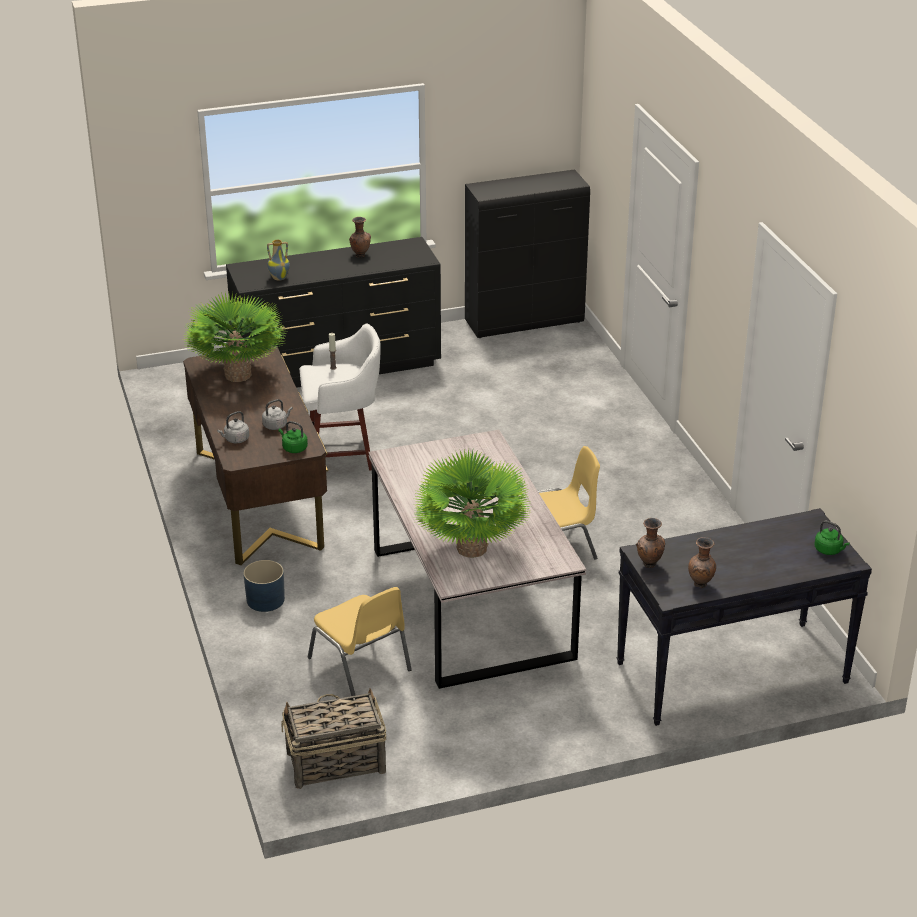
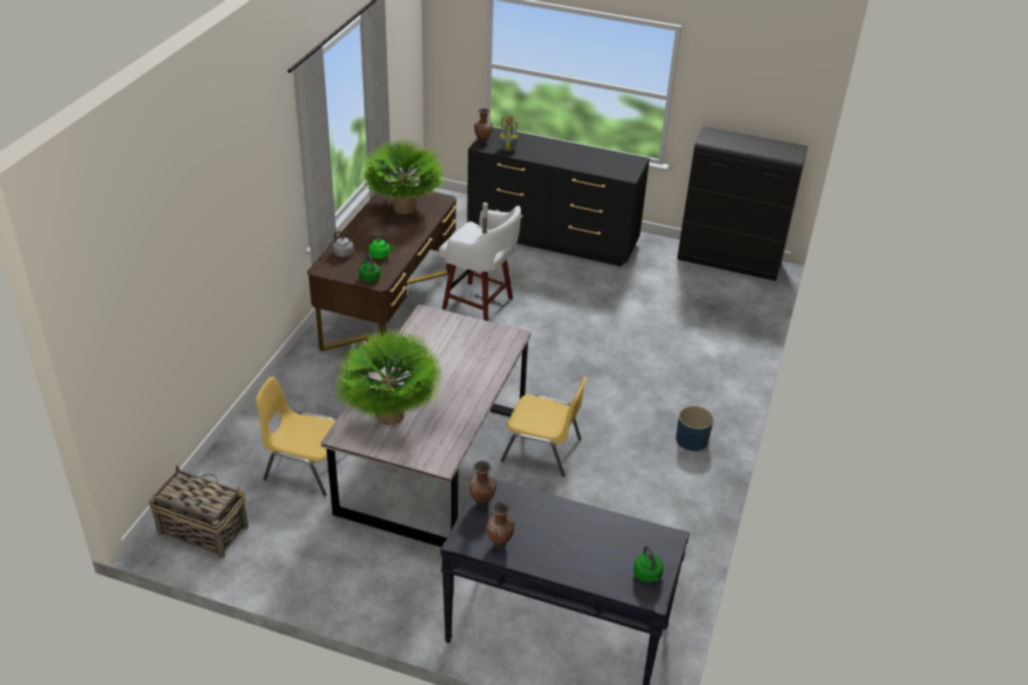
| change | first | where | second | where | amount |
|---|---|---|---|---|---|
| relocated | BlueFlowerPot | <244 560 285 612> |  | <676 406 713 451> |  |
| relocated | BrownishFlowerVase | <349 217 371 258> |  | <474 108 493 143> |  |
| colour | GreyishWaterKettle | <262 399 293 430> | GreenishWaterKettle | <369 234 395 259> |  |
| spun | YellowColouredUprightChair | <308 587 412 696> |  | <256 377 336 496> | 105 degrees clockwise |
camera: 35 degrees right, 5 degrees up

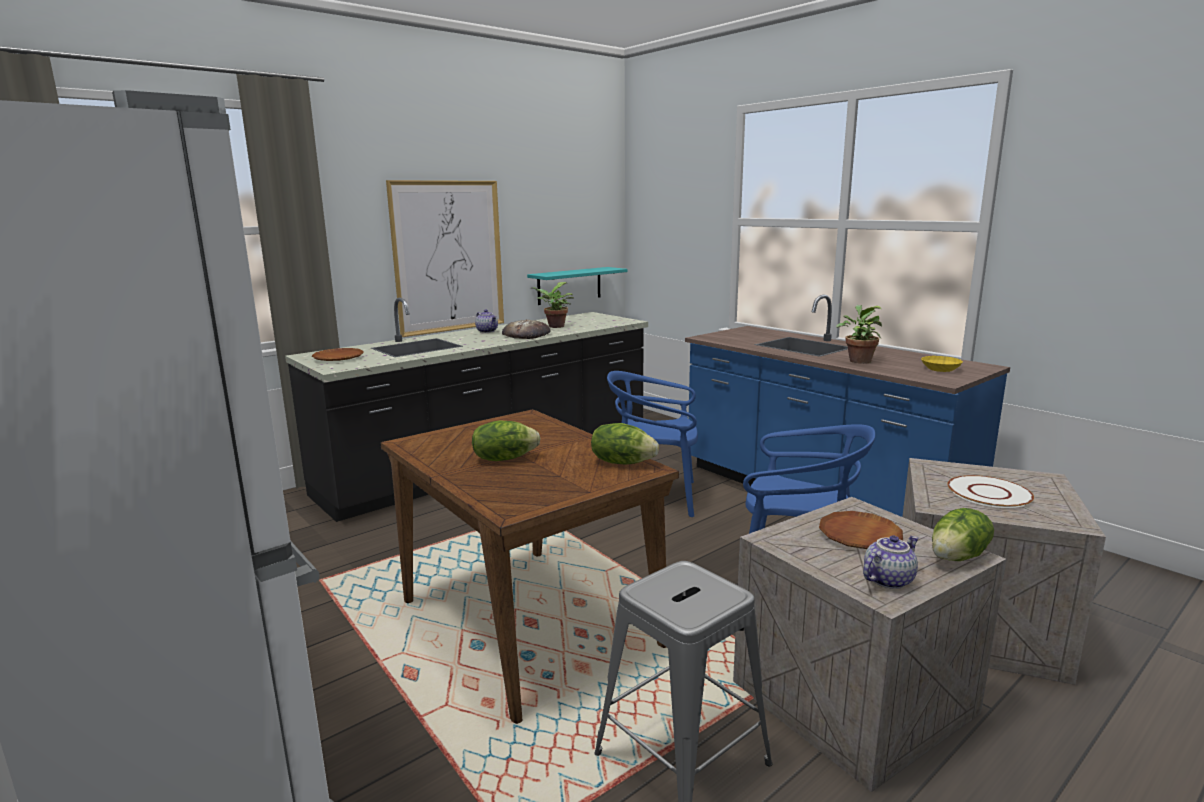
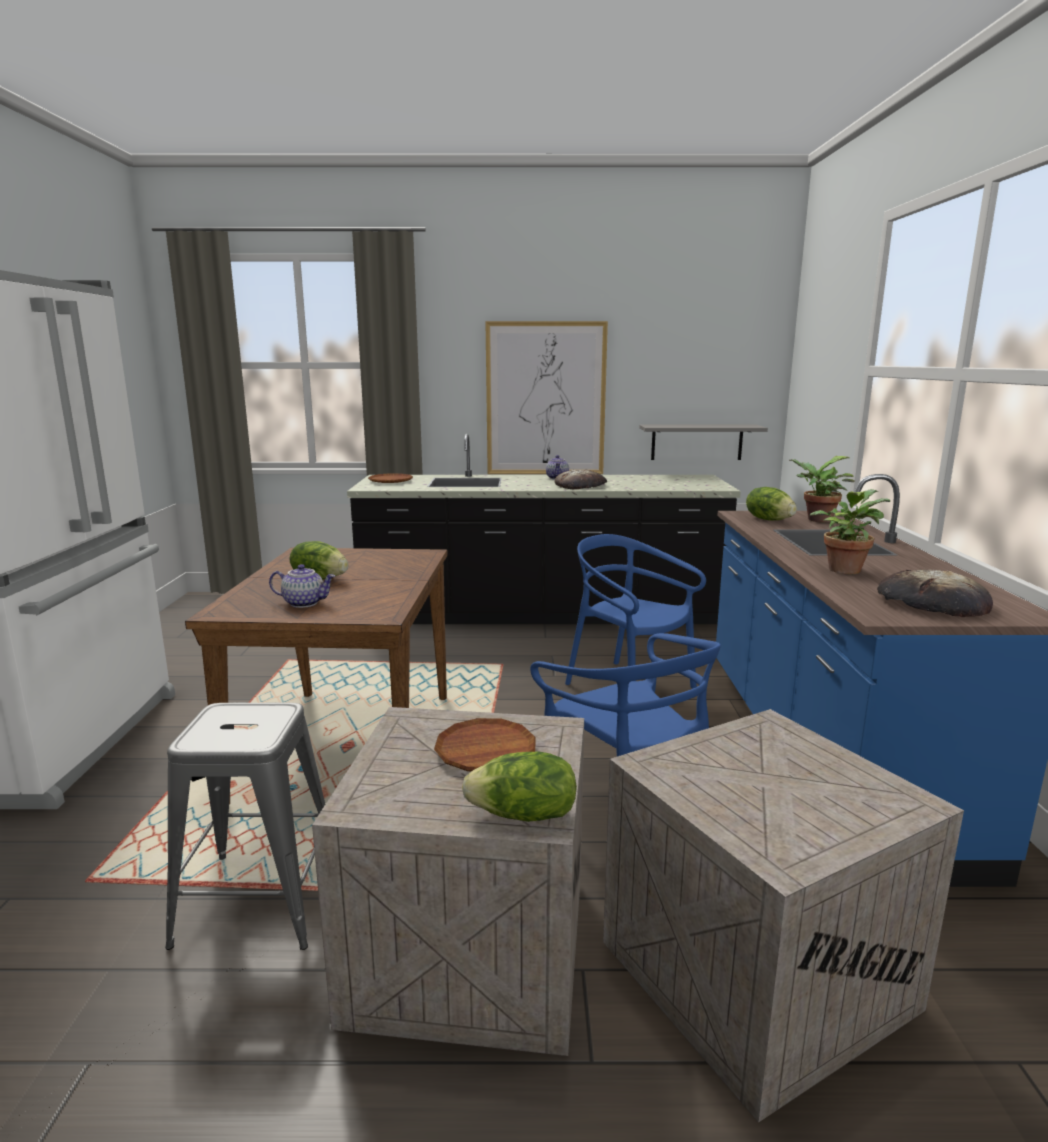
| change | first | where | second | where | amount |
|---|---|---|---|---|---|
| missing | WhiteDinnerPlate | <947 475 1034 508> |  |  |  |
| relocated | PlantInAPot | <531 282 574 328> |  | <789 456 855 522> |  |
| relocated | Lettuce | <591 423 659 464> |  | <746 487 797 520> |  |
| relocated | TeaPot | <863 535 918 589> |  | <269 564 335 608> |  |
| exchanged | YellowColouredServingBowl | <921 356 963 372> | Bread | <877 569 993 617> |  |
| colour | TurquoiseWallShelf | <527 267 628 305> | GreyishWallShelf | <640 425 768 460> |  |
camera: 40 degrees right, 0 degrees up

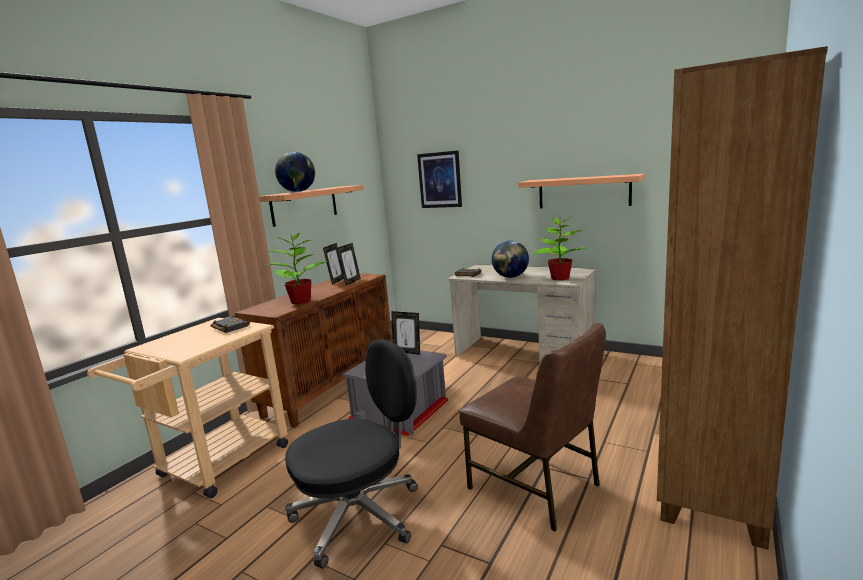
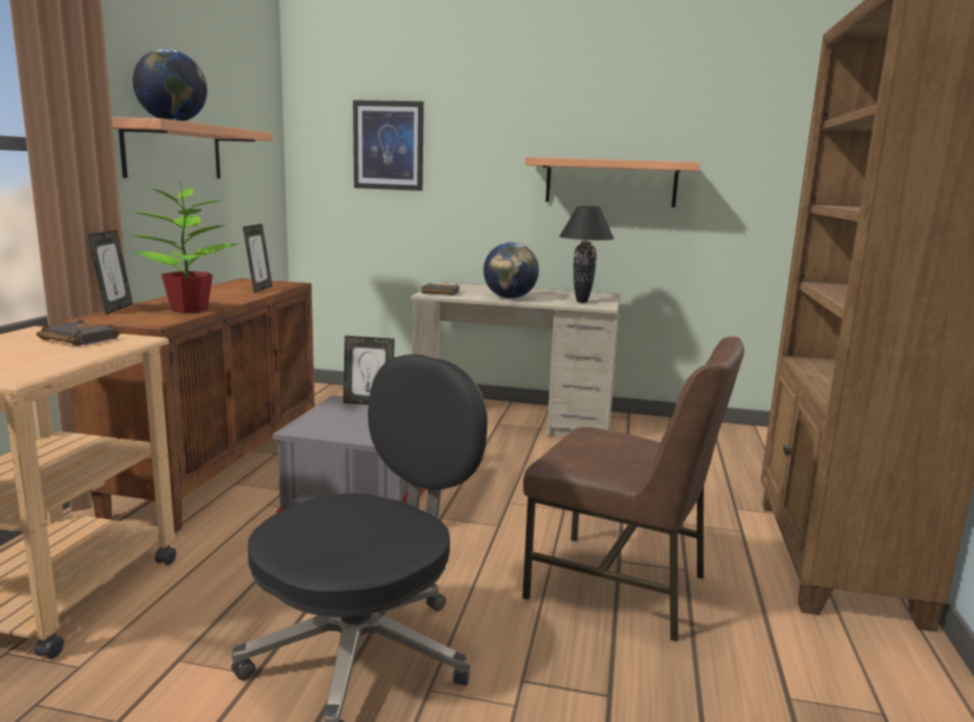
| change | first | where | second | where | amount |
|---|---|---|---|---|---|
| relocated | StandingFrame | <323 243 344 285> |  | <88 230 133 315> |  |
| exchanged | PlantInAPot | <533 217 587 280> | BlackColouredLampForATable | <559 206 614 303> |  |
camera: 20 degrees left, 0 degrees up

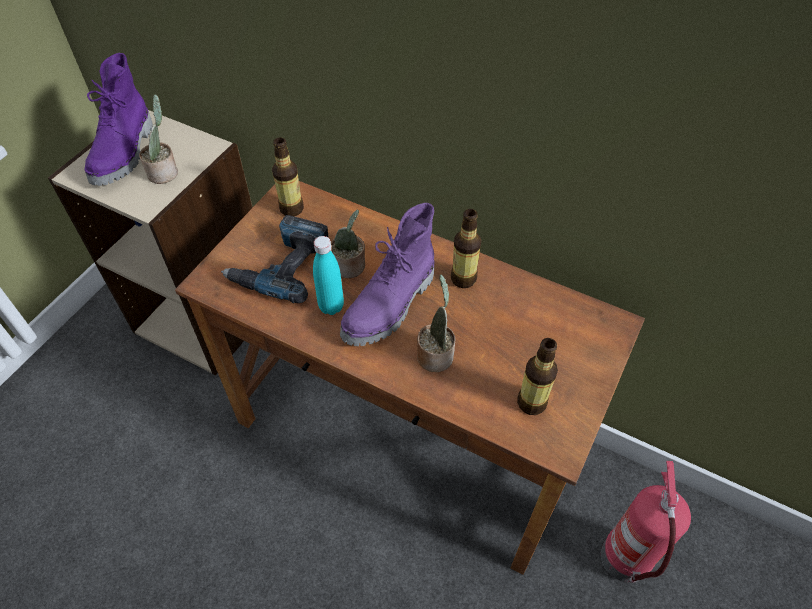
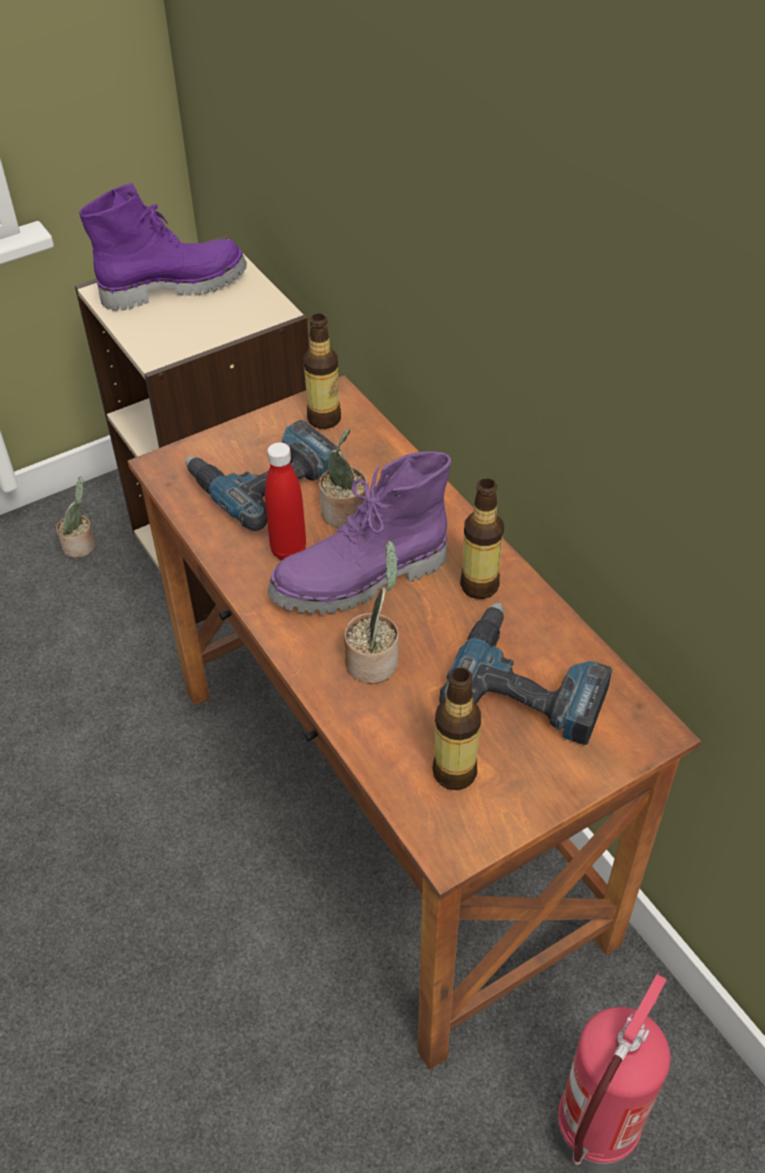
| change | first | where | second | where | amount |
|---|---|---|---|---|---|
| appeared |  |  | ElectricDrill | <439 602 613 745> |  |
| relocated | PlantInAPot | <139 94 178 184> |  | <57 476 95 558> |  |
| colour | TurquoiseBottle | <313 236 344 315> | RedBottle | <265 442 306 561> |  |
| spun | PurpleBoot | <85 53 153 186> |  | <79 183 247 311> | 150 degrees counterclockwise |
camera: 30 degrees right, 5 degrees down

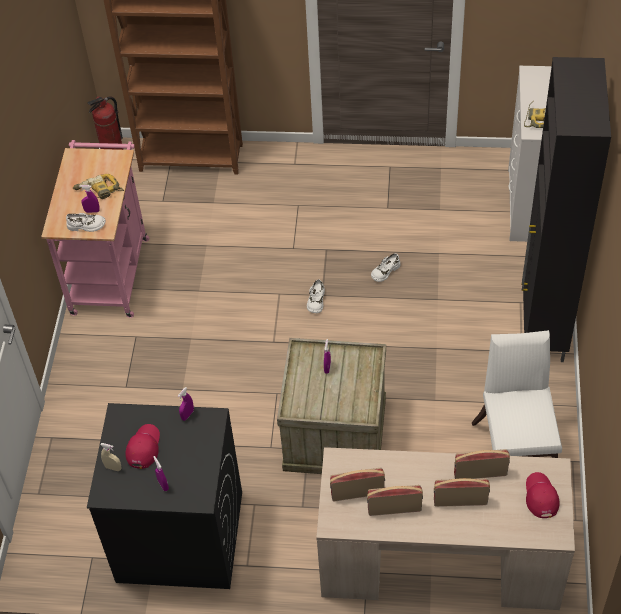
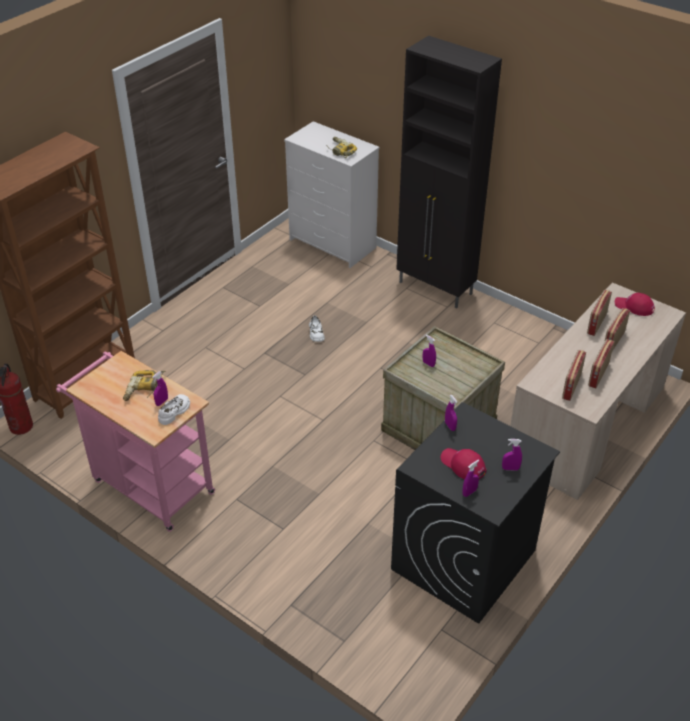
| change | first | where | second | where | amount |
|---|---|---|---|---|---|
| missing | WhiteShoe | <307 279 325 313> |  |  |  |
| missing | WhiteUprightChair | <472 330 562 458> |  |  |  |
| colour | BeigeSprayer | <100 443 121 471> | PurpleSprayer | <462 460 479 497> |  |
camera: 60 degrees left, 10 degrees down

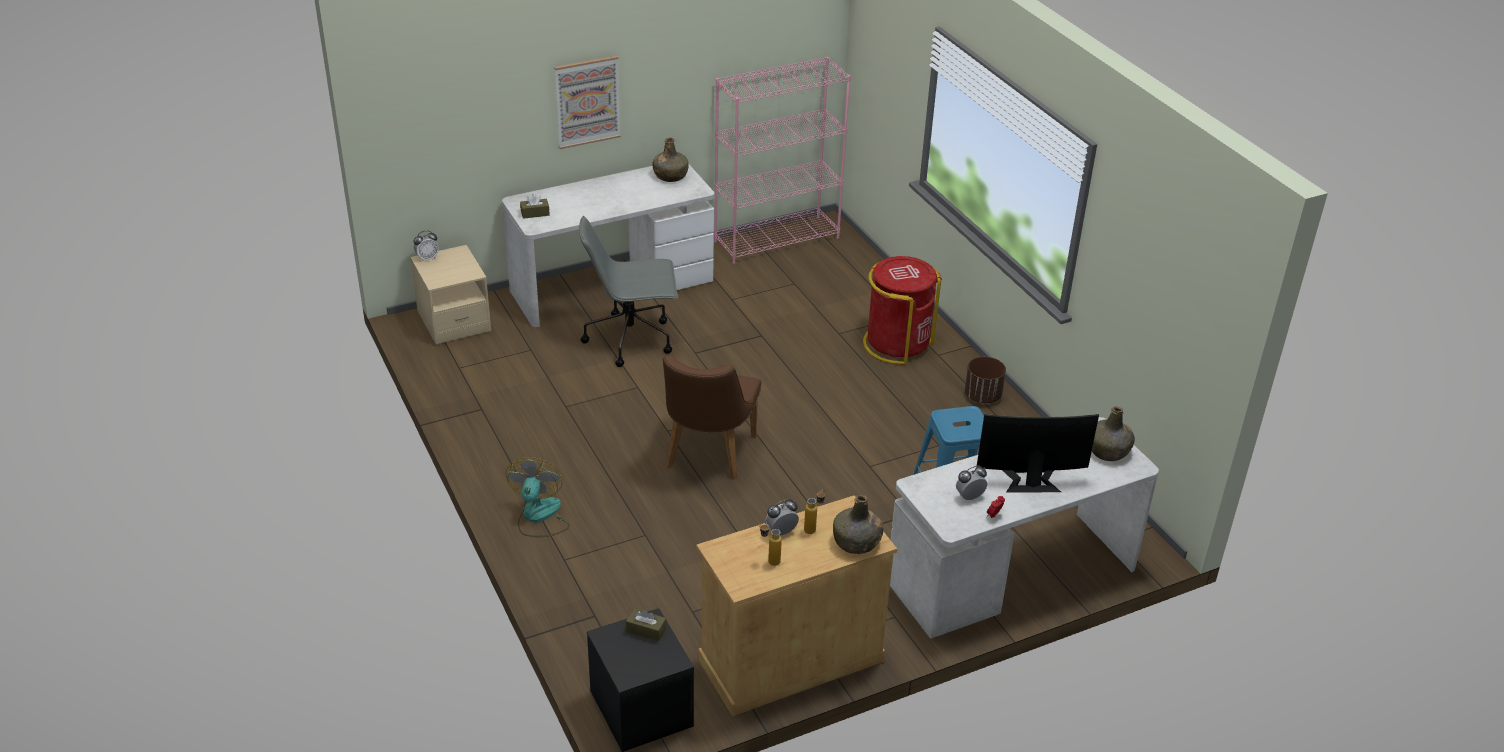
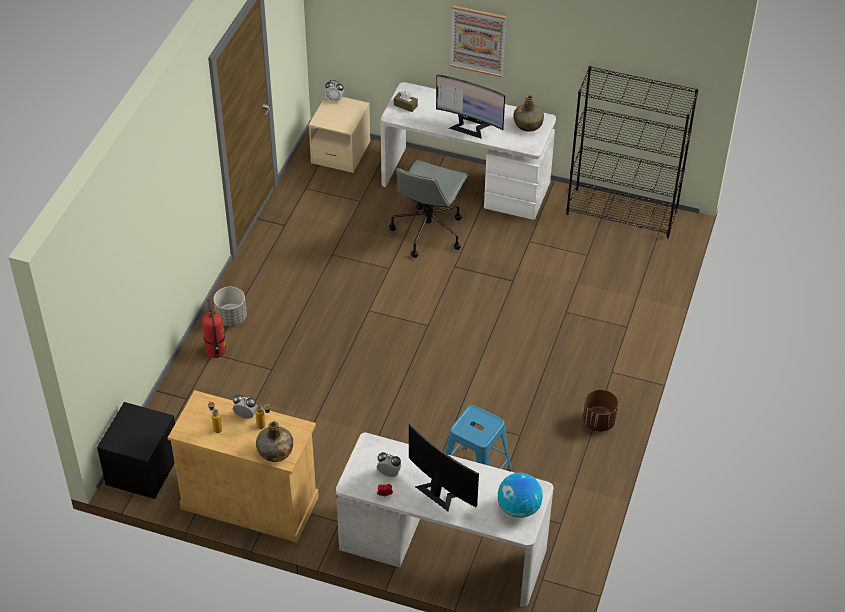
| change | first | where | second | where | amount |
|---|---|---|---|---|---|
| missing | BrownishTissueHolder | <626 609 666 641> |  |  |  |
| missing | BrownishUprightChair | <663 355 761 480> |  |  |  |
| missing | RedRubbishBin | <863 256 942 365> |  |  |  |
| appeared |  |  | FireFightingCylinder | <202 299 226 358> |  |
| appeared |  |  | Monitor | <436 74 505 139> |  |
| exchanged | CoolingFan | <506 457 570 537> | GreyishFlowerPot | <213 287 247 326> |  |
| exchanged | GreenishBottle | <1092 406 1135 461> | Globe | <498 473 543 518> |  |
| colour | PinkColouredBookcase | <714 57 851 264> | BlackColouredBookcase | <566 66 698 238> |  |
| spun | GreyishOfficeChair | <579 216 678 367> |  | <389 160 468 258> | 105 degrees counterclockwise |
camera: 45 degrees right, 10 degrees up

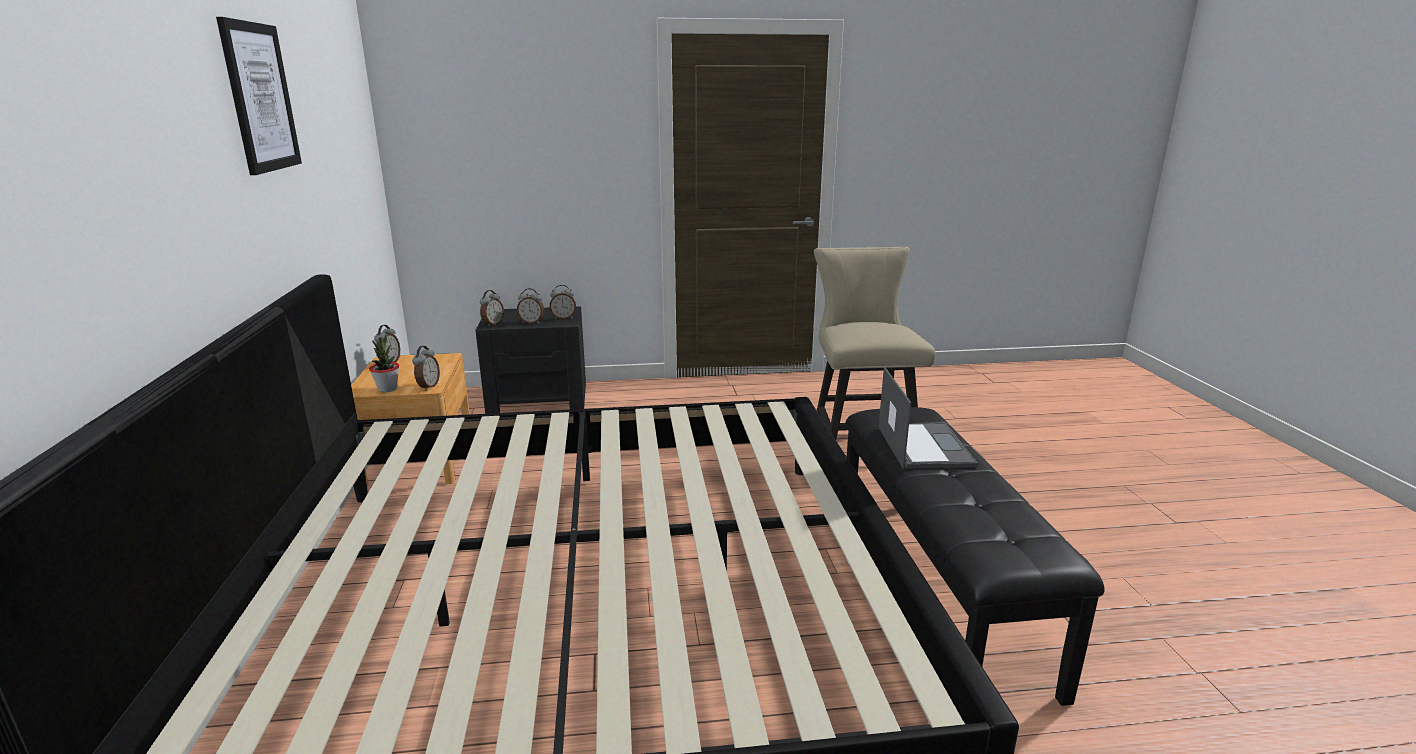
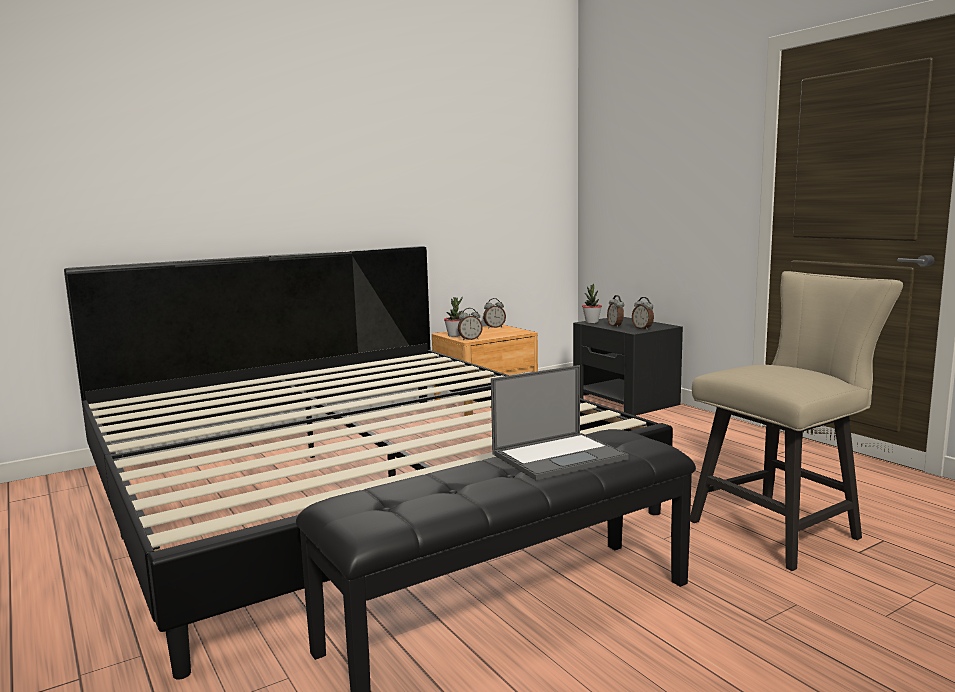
| change | first | where | second | where | amount |
|---|---|---|---|---|---|
| missing | WallArt | <216 17 302 175> |  |  |  |
| exchanged | BedsideClock | <480 290 504 327> | PlantInAPot | <582 284 602 323> |  |
camera: 65 degrees right, 10 degrees down

